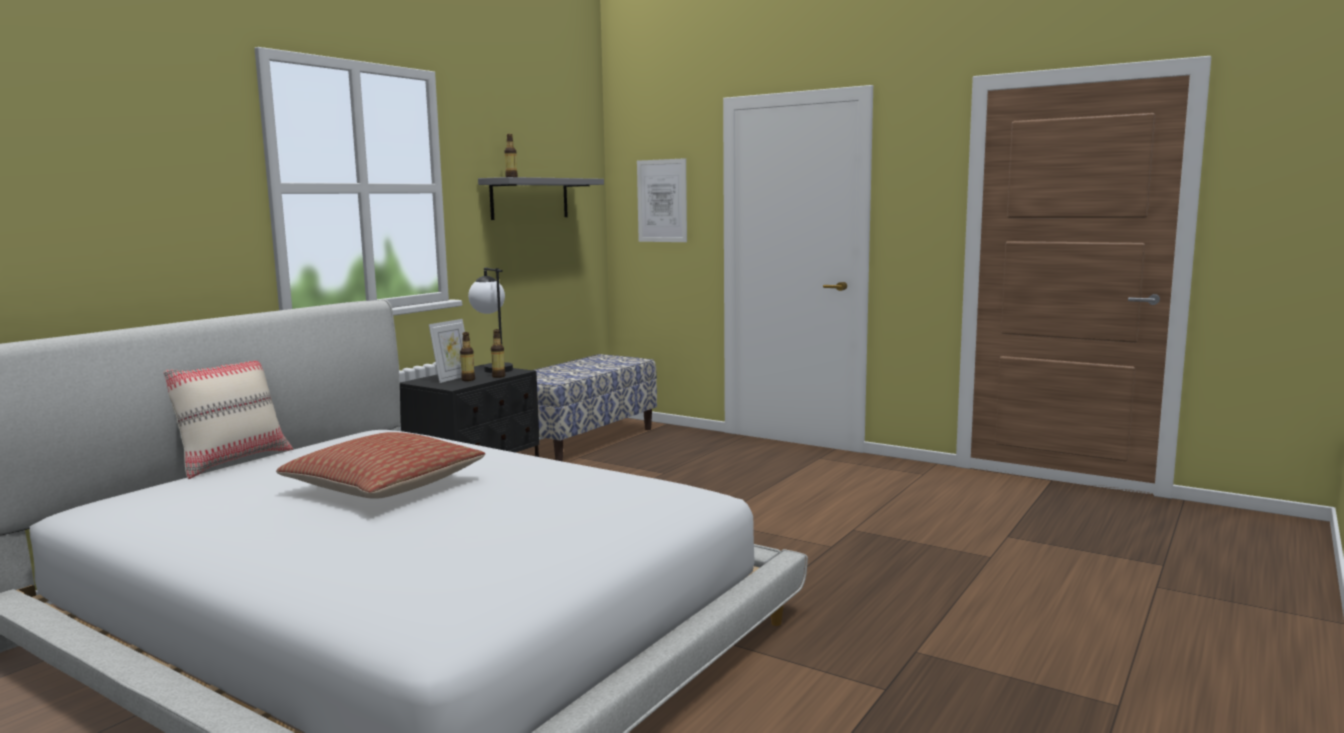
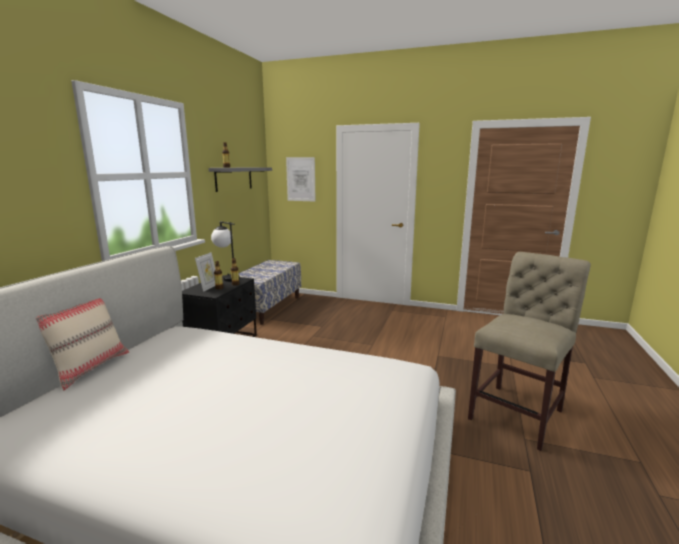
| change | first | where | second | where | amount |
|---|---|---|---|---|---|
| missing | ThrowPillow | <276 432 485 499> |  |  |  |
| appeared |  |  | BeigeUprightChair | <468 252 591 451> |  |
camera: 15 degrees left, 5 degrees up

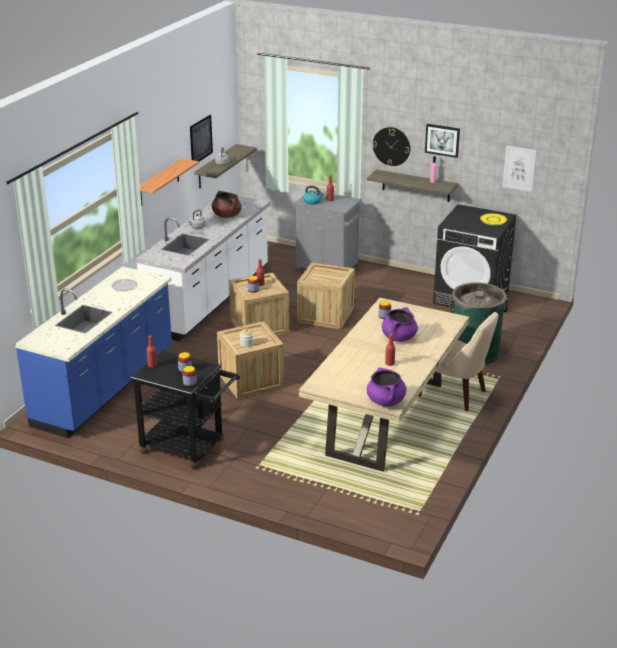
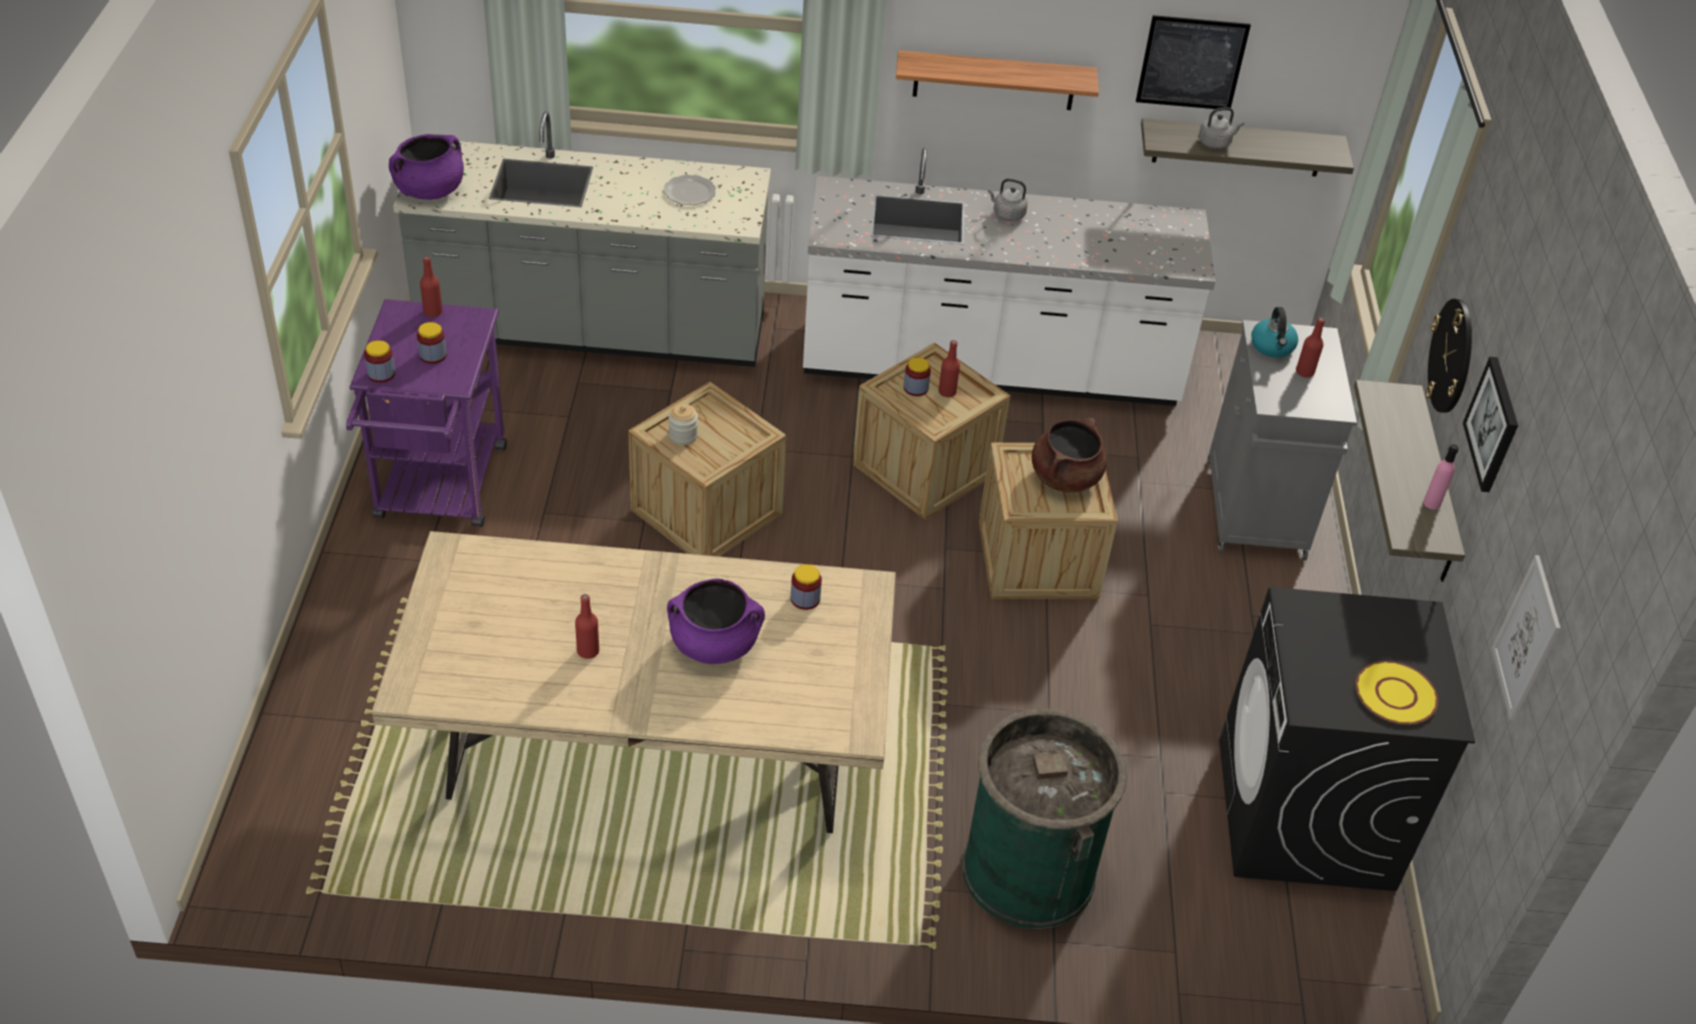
| change | first | where | second | where | amount |
|---|---|---|---|---|---|
| missing | BeigeUprightChair | <418 312 499 411> |  |  |  |
| relocated | BrownishCookingPot | <211 191 242 218> |  | <1031 418 1107 492> |  |
| relocated | PurpleCookingPot | <367 368 406 407> |  | <389 134 464 200> |  |
| colour | BlueKitchenBaseUnit | <15 266 172 438> | GreyishKitchenBaseUnit | <393 112 771 367> |  |
| colour | BlackColouredCart | <131 350 240 469> | PurpleCart | <346 299 507 527> |  |
camera: 65 degrees right, 15 degrees up

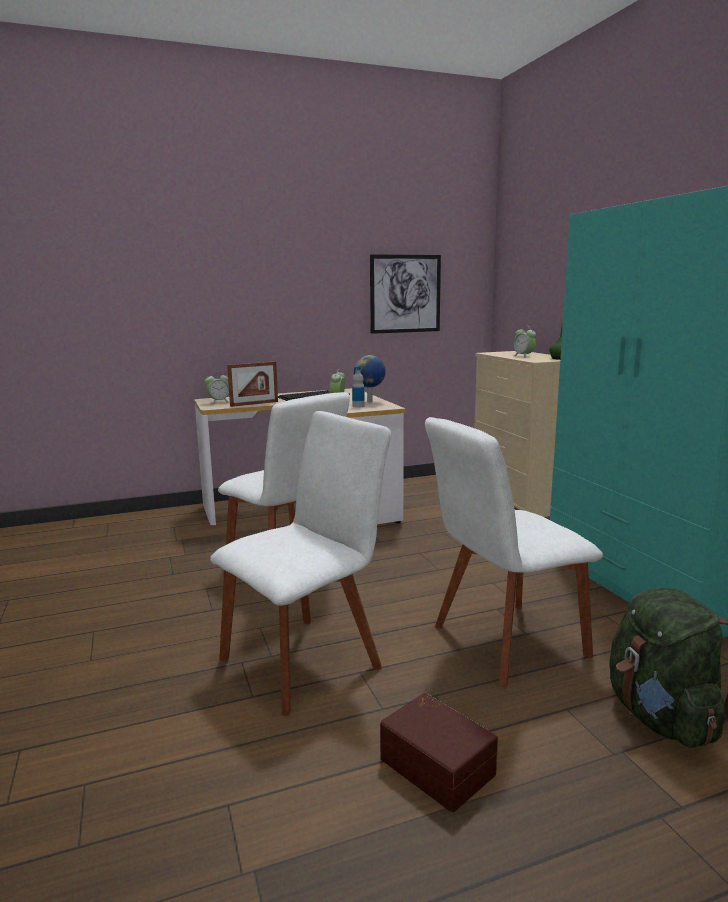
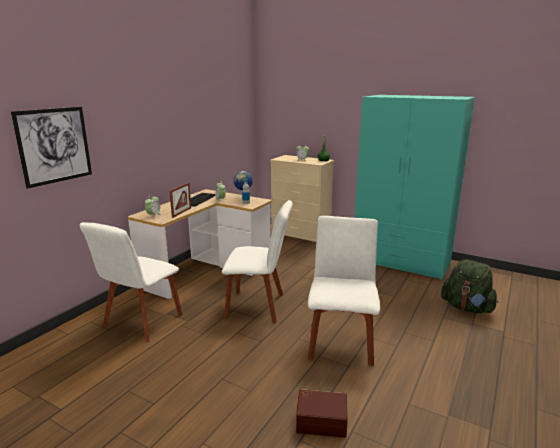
| change | first | where | second | where | amount |
|---|---|---|---|---|---|
| relocated | WallArt | <370 254 441 334> |  | <11 107 92 189> |  |
| relocated | BrownishStorageBin | <380 693 498 813> |  | <296 389 348 438> |  |
| relocated | WhiteUprightChair | <425 417 603 688> |  | <80 222 182 342> |  |
camera: 40 degrees left, 5 degrees up

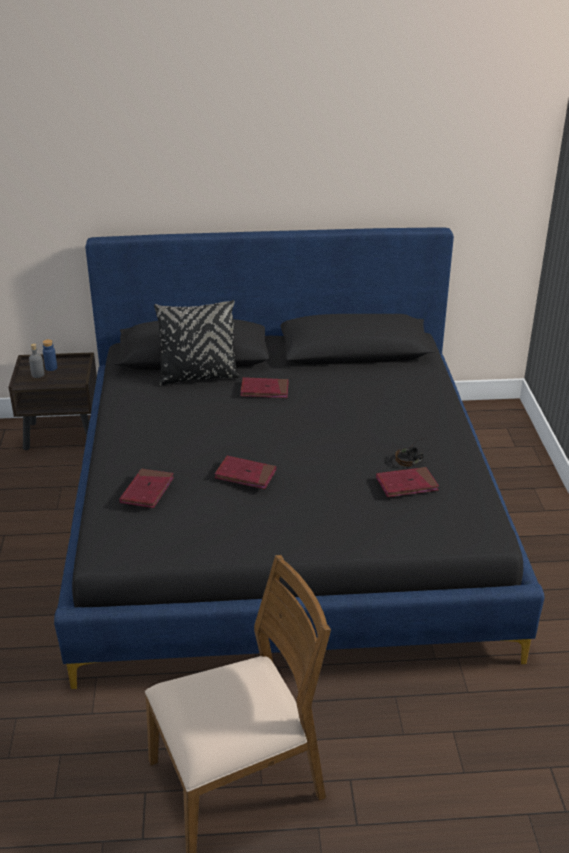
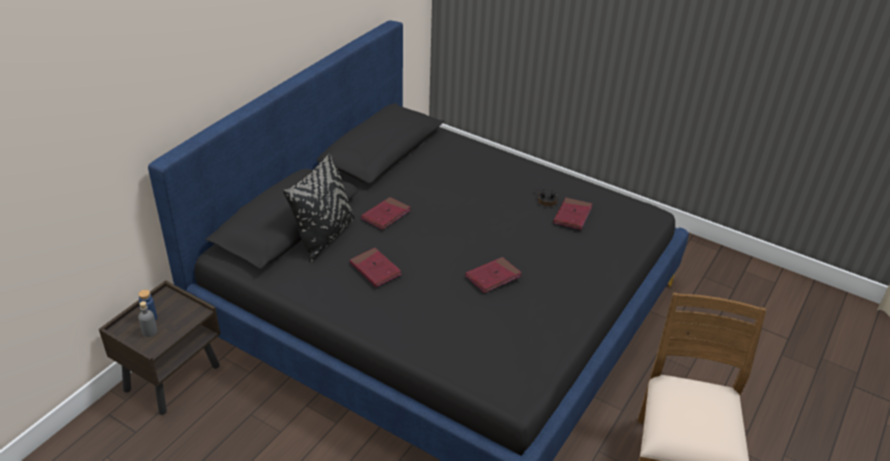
| change | first | where | second | where | amount |
|---|---|---|---|---|---|
| relocated | RedBook | <119 469 174 508> |  | <350 248 402 287> |  |
camera: 55 degrees left, 5 degrees up

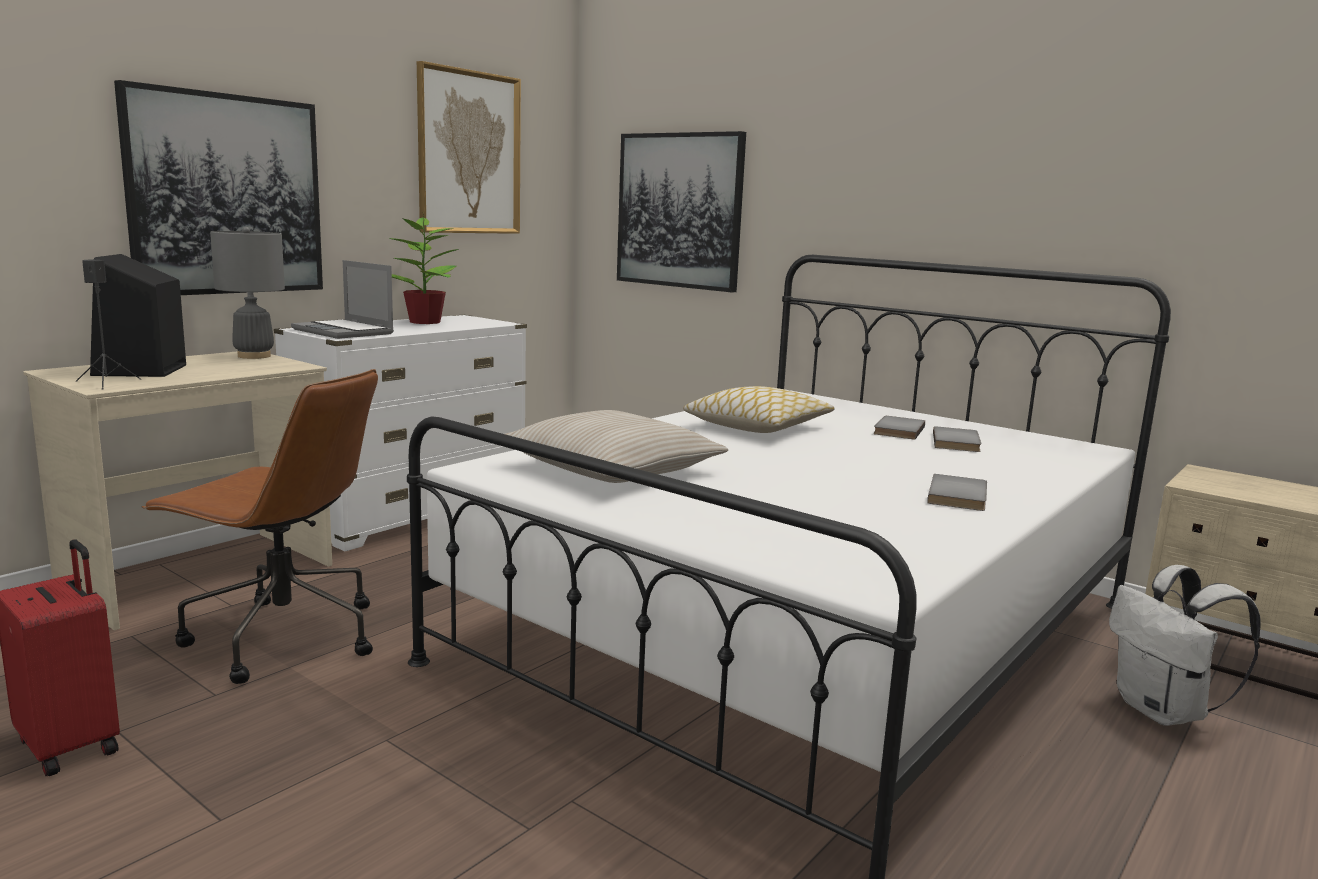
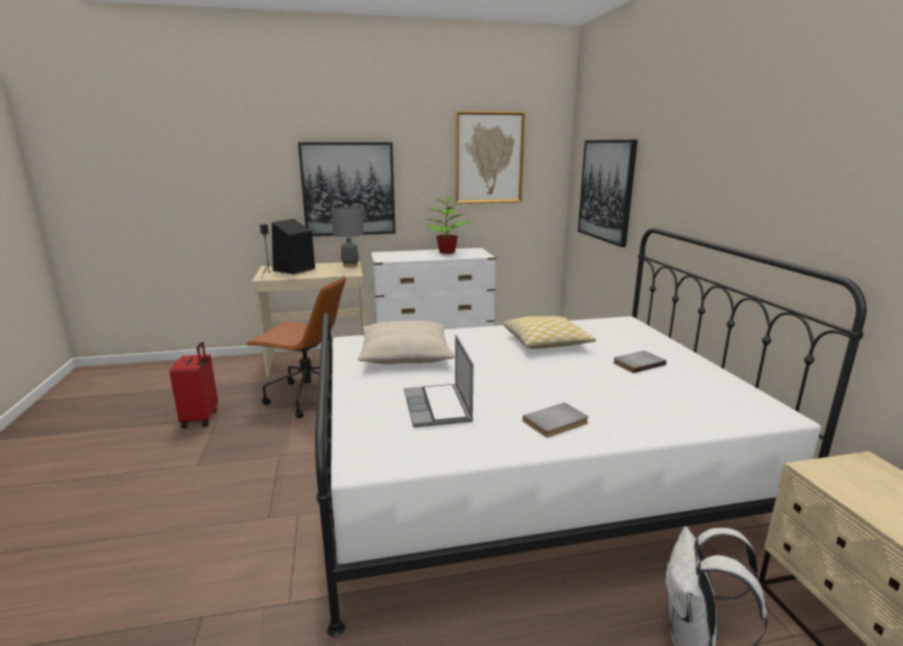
| change | first | where | second | where | amount |
|---|---|---|---|---|---|
| missing | GreyishBook | <933 426 981 452> |  |  |  |
| relocated | Laptop | <291 260 394 339> |  | <404 335 474 427> |  |
| spun | BrownishOfficeChair | <142 369 378 684> |  | <245 276 346 418> | 45 degrees counterclockwise |
camera: 40 degrees right, 5 degrees up

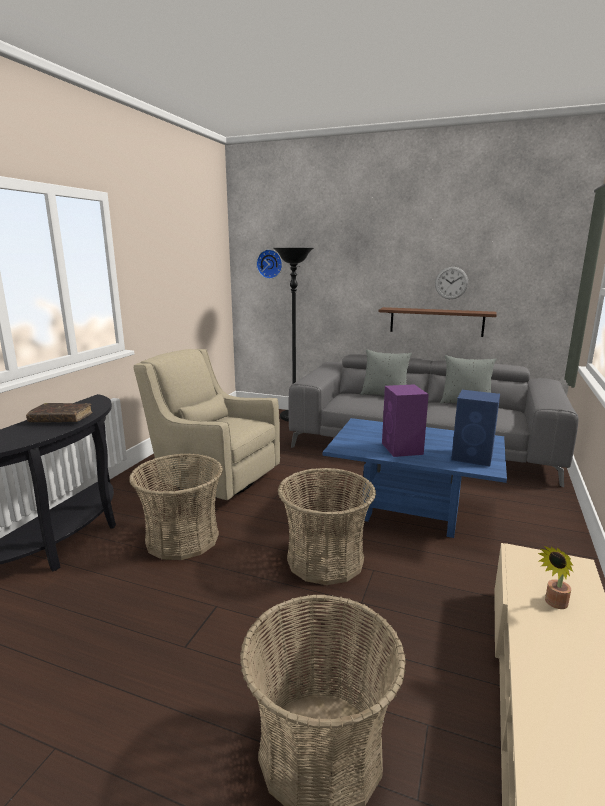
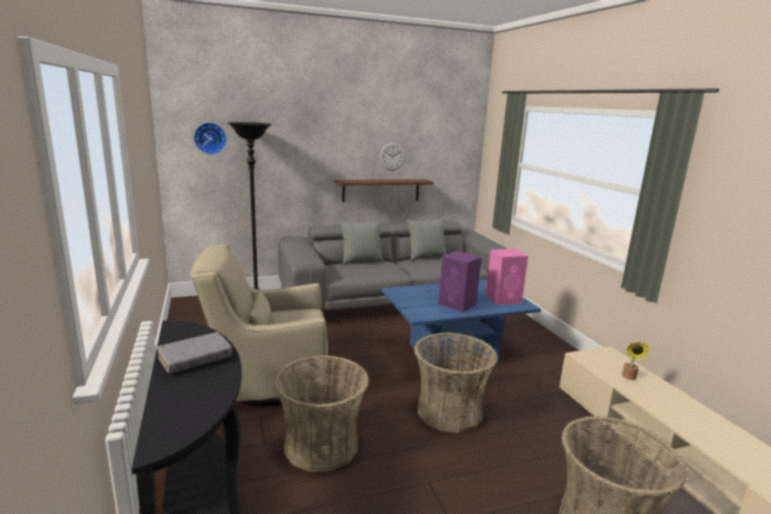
| change | first | where | second | where | amount |
|---|---|---|---|---|---|
| colour | BrownishBook | <26 403 92 422> | GreyishBook | <157 332 232 374> |  |
| colour | BlueLoudspeaker | <451 390 500 467> | PinkColouredLoudspeaker | <486 249 528 305> |  |
camera: 40 degrees left, 0 degrees up

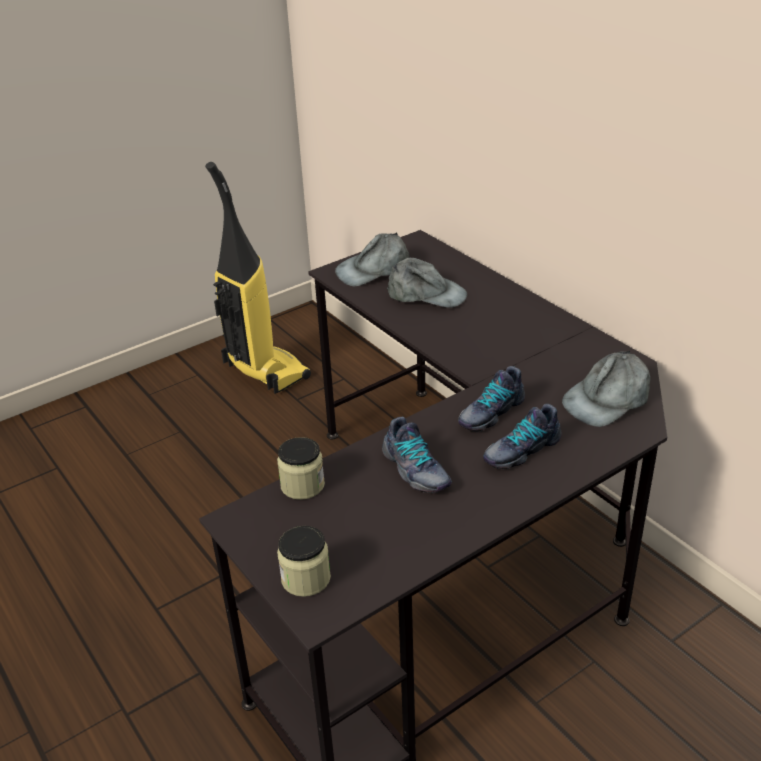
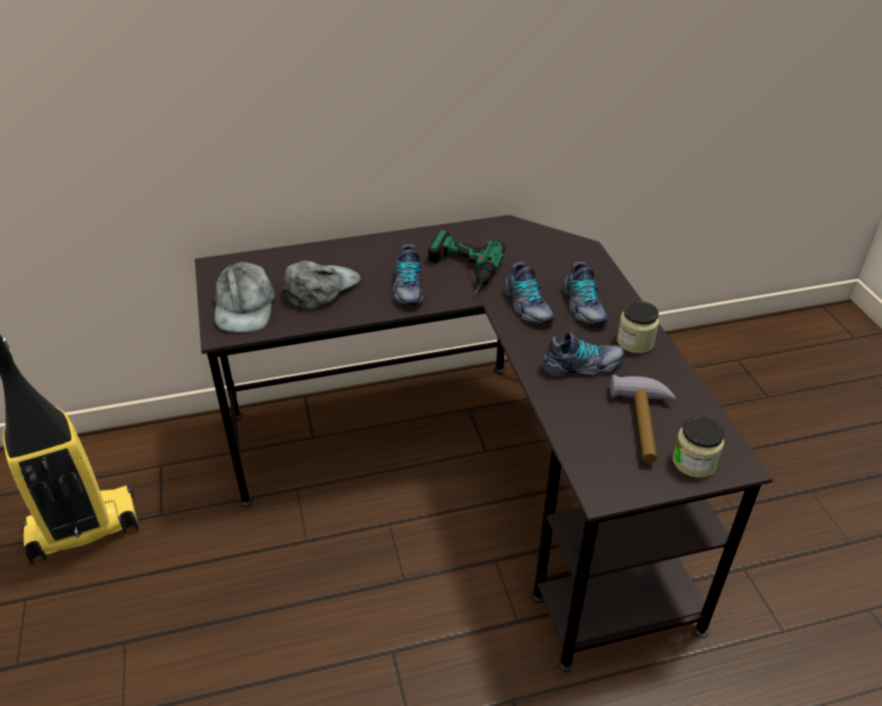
| change | first | where | second | where | amount |
|---|---|---|---|---|---|
| missing | GreyishPeakedCap | <562 350 650 427> |  |  |  |
| appeared |  |  | Shoe | <393 244 423 307> |  |
| appeared |  |  | ElectricDrill | <428 230 505 293> |  |
| appeared |  |  | ToolHammer | <610 374 676 463> |  |
| relocated | StorageJar | <277 437 325 500> |  | <617 301 659 353> |  |
camera: 70 degrees left, 5 degrees up

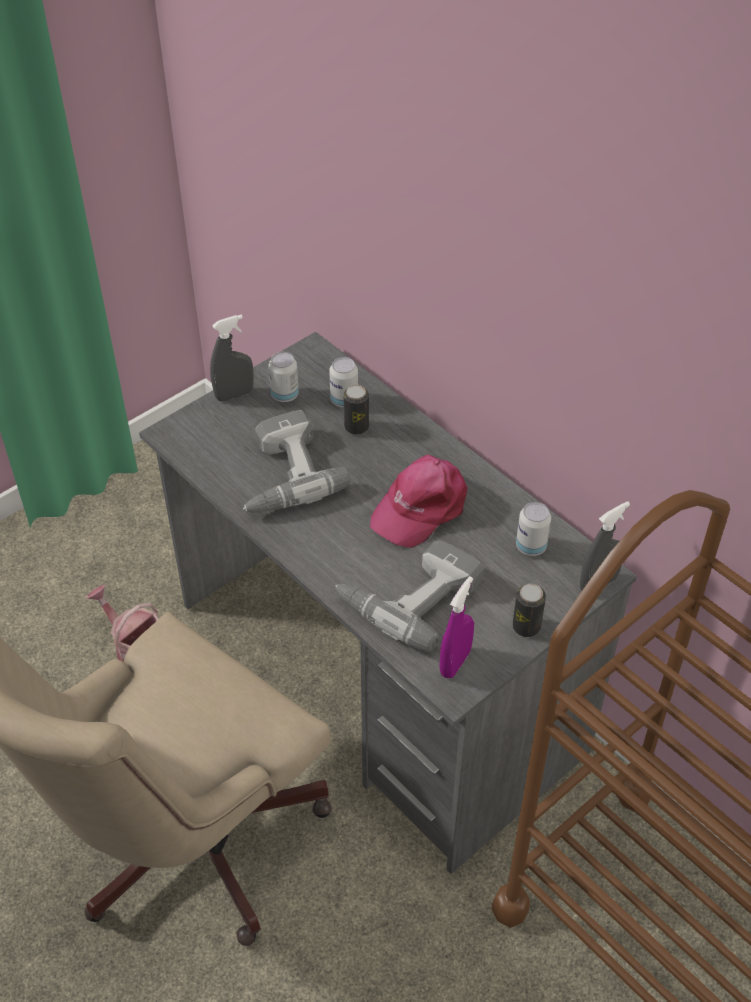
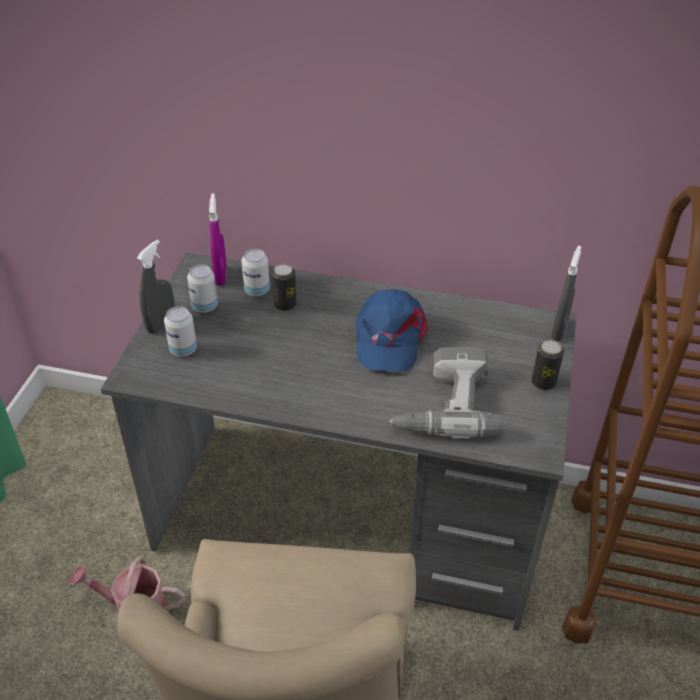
| change | first | where | second | where | amount |
|---|---|---|---|---|---|
| missing | ElectricDrill | <243 410 350 513> |  |  |  |
| relocated | PurpleSprayer | <439 576 474 678> |  | <209 193 227 286> |  |
| relocated | MetalCan | <516 502 551 556> |  | <164 306 197 356> |  |
| colour | PinkColouredPeakedCap | <370 455 468 548> | BluePeakedCap | <355 289 428 372> |  |
camera: 35 degrees left, 5 degrees down

